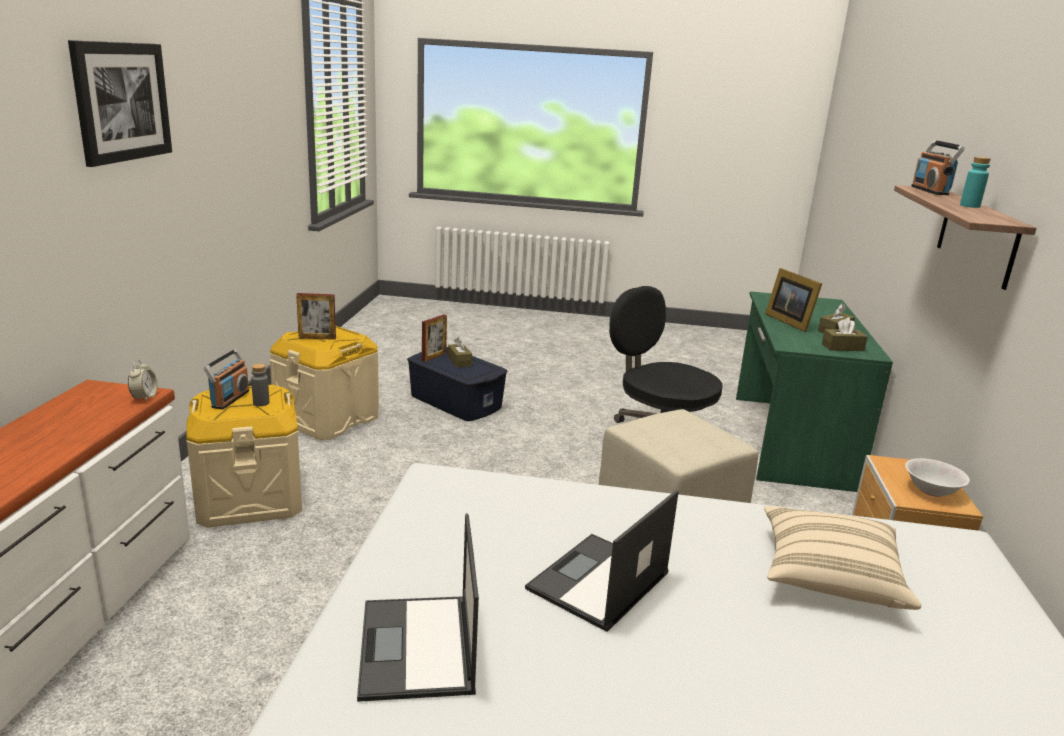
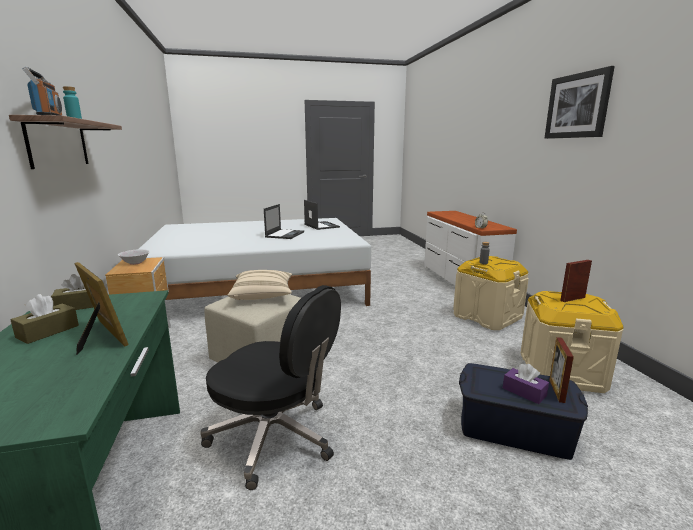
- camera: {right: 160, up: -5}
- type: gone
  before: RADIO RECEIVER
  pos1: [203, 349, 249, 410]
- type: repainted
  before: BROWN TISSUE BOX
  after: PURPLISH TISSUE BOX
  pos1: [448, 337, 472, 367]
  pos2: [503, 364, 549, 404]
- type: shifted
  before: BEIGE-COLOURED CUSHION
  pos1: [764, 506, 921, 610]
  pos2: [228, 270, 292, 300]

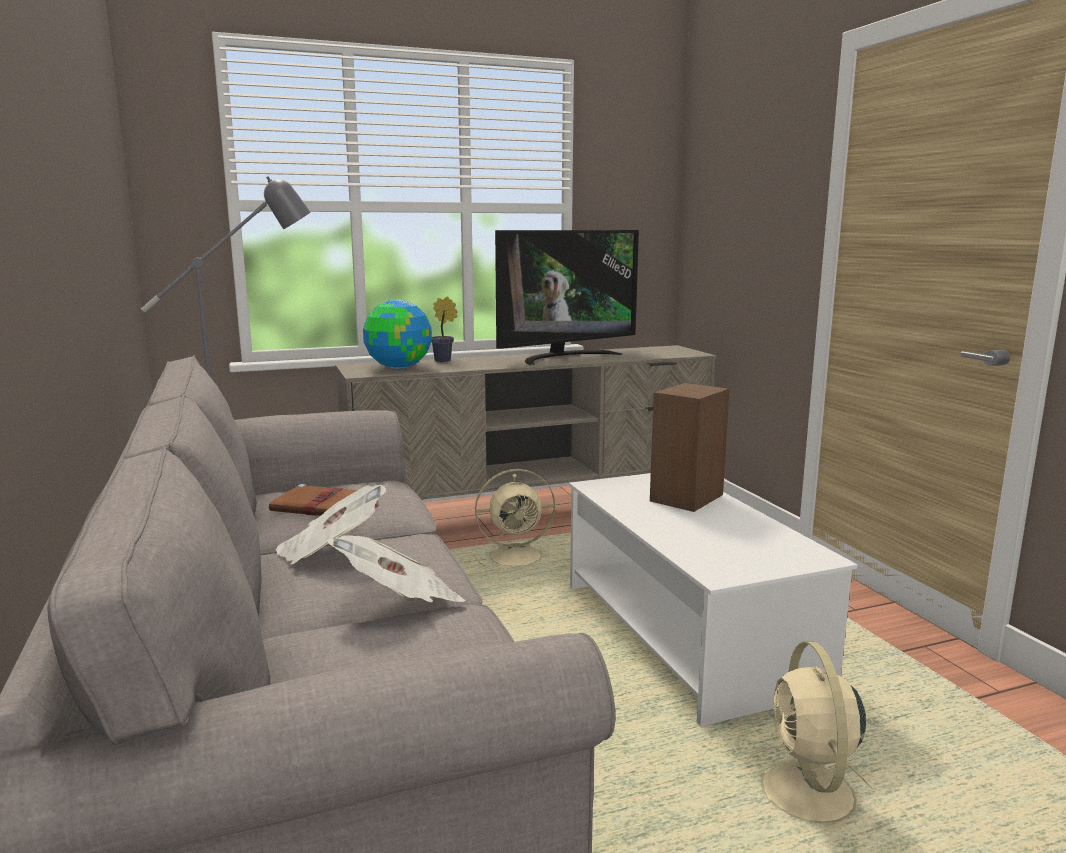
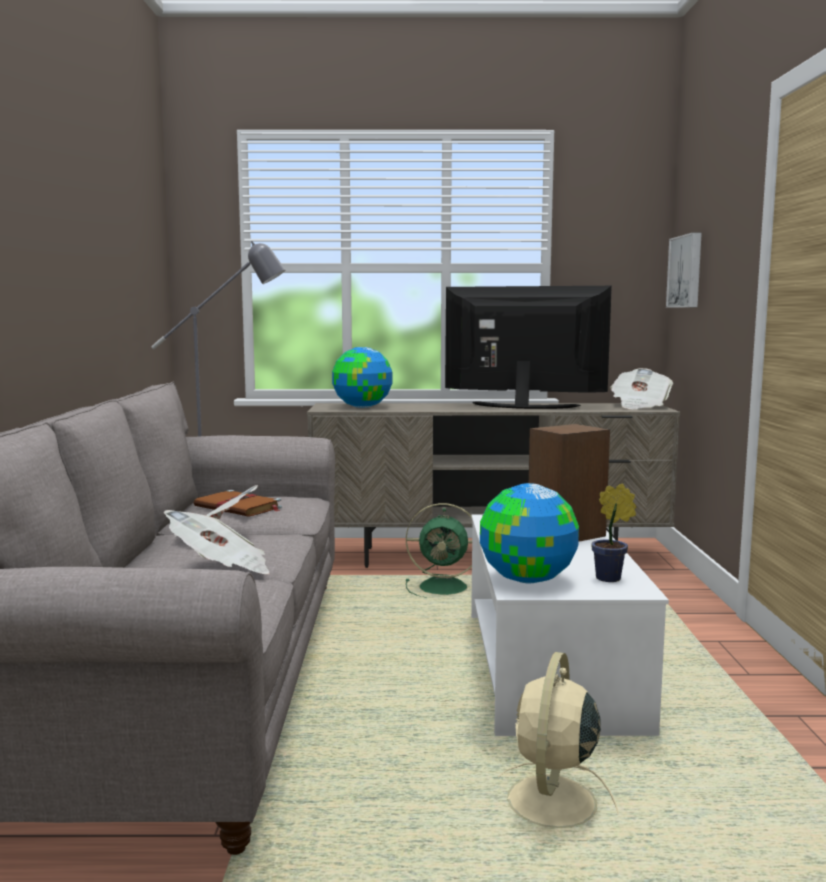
- camera: {right: 20, up: -5}
- type: shifted
  before: PLANT IN A POT
  pos1: [431, 296, 457, 362]
  pos2: [591, 484, 636, 582]
- type: repainted
  before: BEIGE-COLOURED ELECTRIC FAN
  after: GREEN ELECTRIC FAN
  pos1: [472, 469, 555, 571]
  pos2: [406, 503, 472, 598]
- type: rotated
  before: TELEVISION
  pos1: [495, 230, 639, 365]
  pos2: [445, 286, 612, 409]
  turn: -150
- type: new
  after: DESK GLOBE
  pos2: [480, 483, 579, 584]
- type: new
  after: NEWSPAPER
  pos2: [610, 368, 673, 409]
- type: new
  after: WALL ART
  pos2: [666, 233, 702, 308]

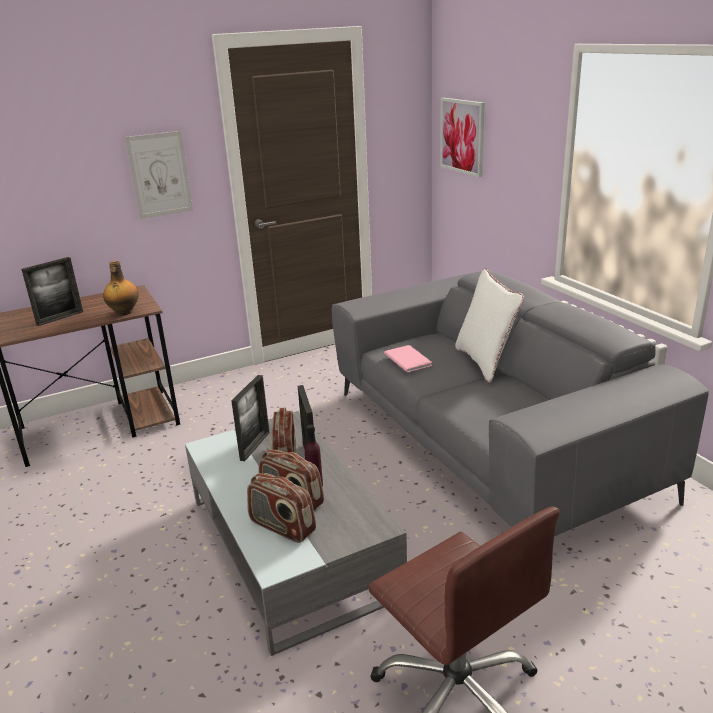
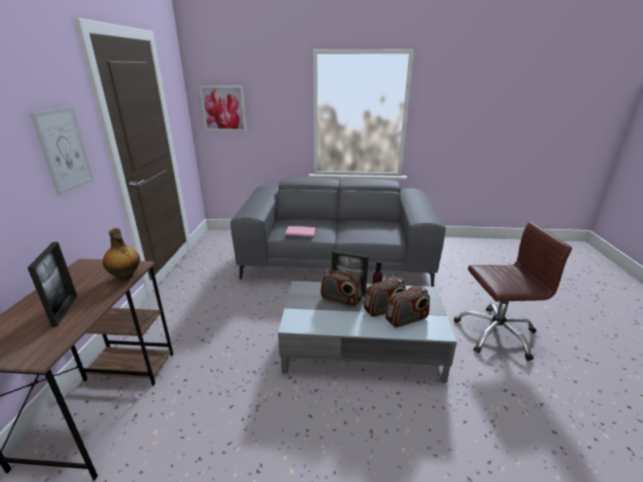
- camera: {right: -60, up: 0}
- type: gone
  before: STANDING FRAME
  pos1: [231, 375, 270, 461]
- type: gone
  before: WHITE CUSHION
  pos1: [455, 268, 524, 383]

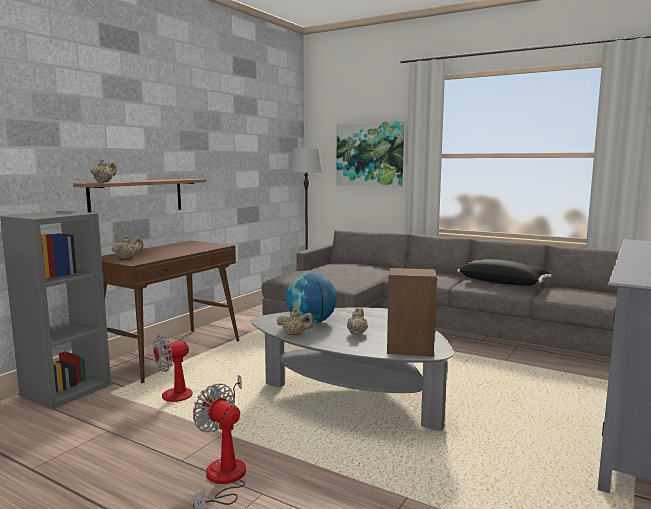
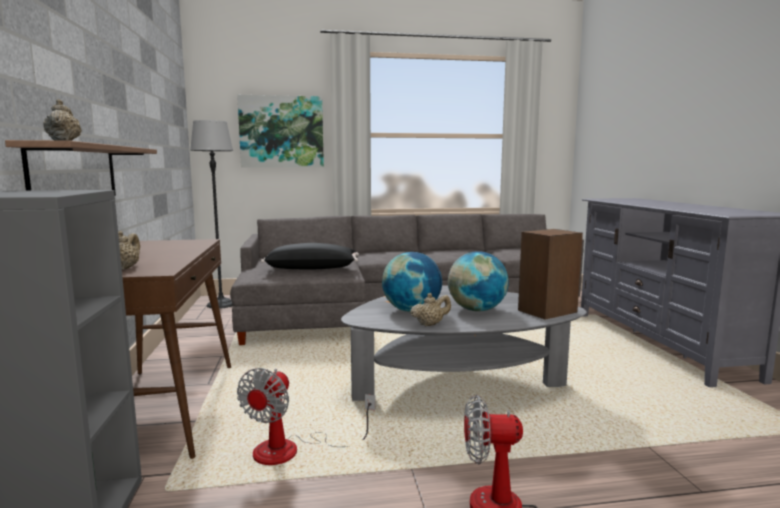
- camera: {right: -40, up: 0}
- type: swapped
  before: BEIGE-COLOURED TEAPOT
  after: DESK GLOBE
  pos1: [347, 307, 368, 336]
  pos2: [448, 251, 509, 312]
- type: shifted
  before: BLACKISH CUSHION
  pos1: [457, 259, 552, 286]
  pos2: [261, 243, 359, 270]

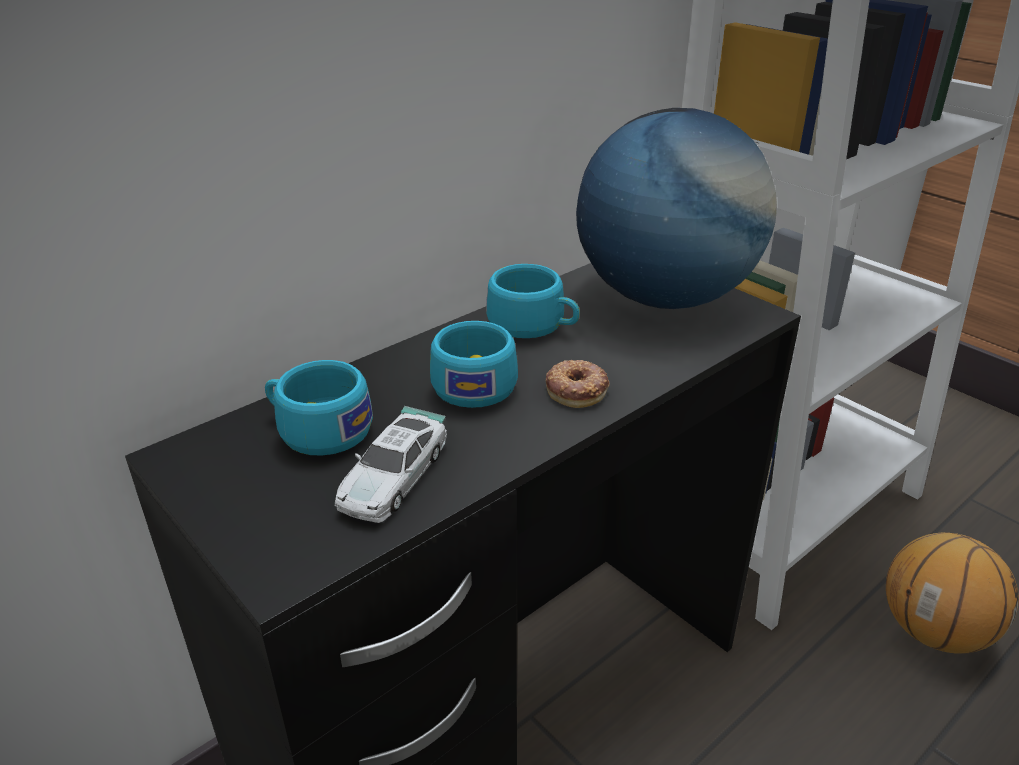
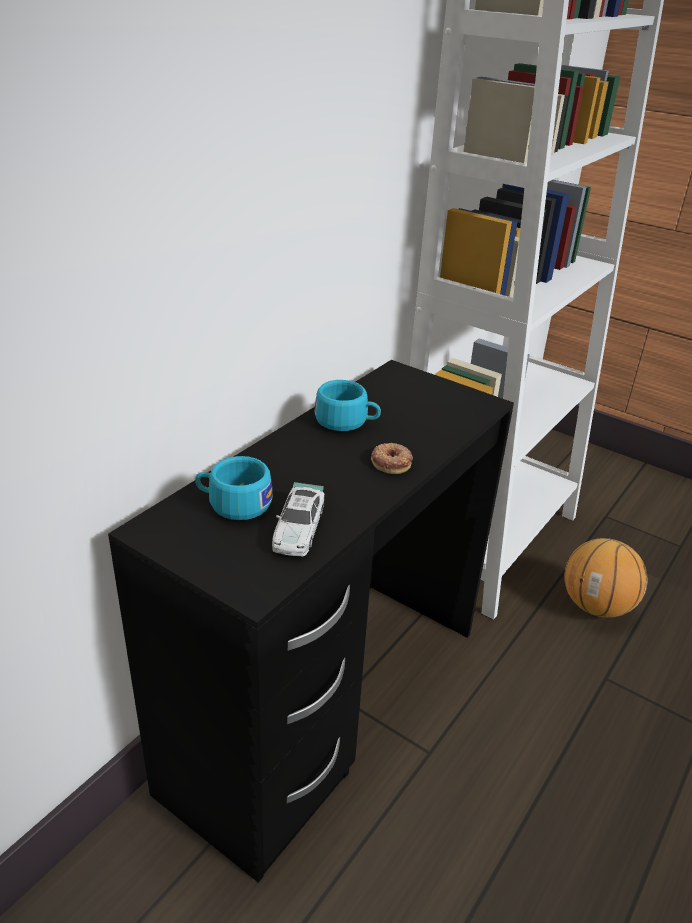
- camera: {right: -15, up: 0}
- type: gone
  before: TURQUOISE-COLOURED CUP
  pos1: [430, 321, 518, 408]
- type: gone
  before: DESK GLOBE
  pos1: [576, 108, 777, 309]

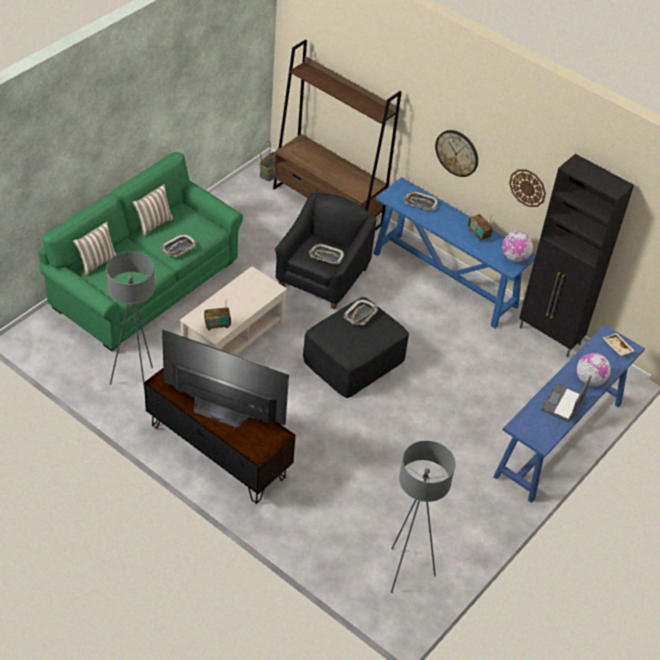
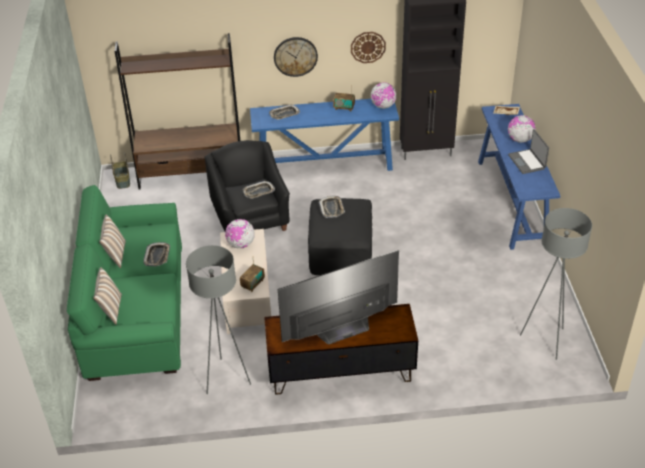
- camera: {right: -40, up: -5}
- type: new
  after: DESK GLOBE
  pos2: [225, 219, 255, 248]

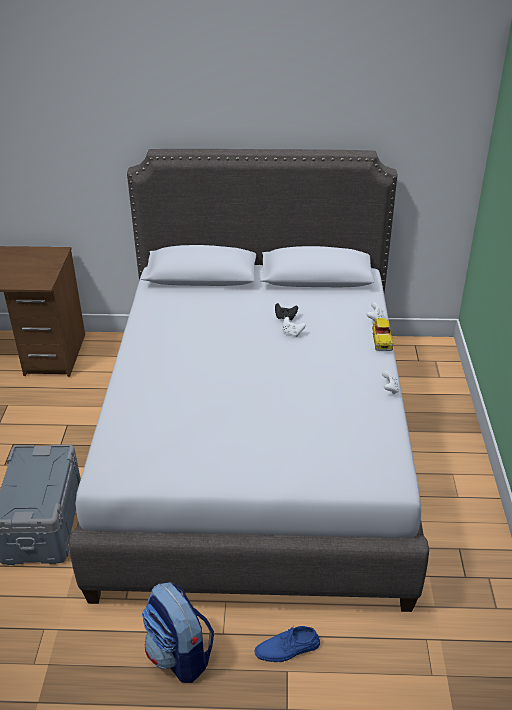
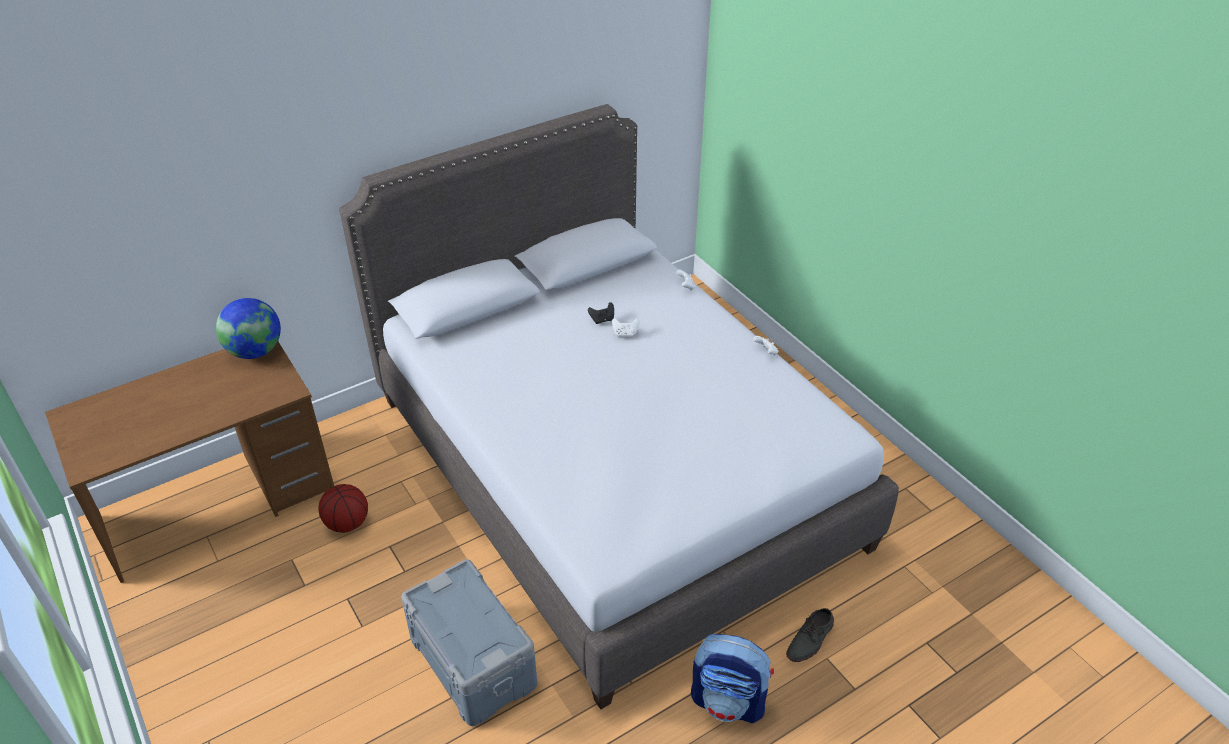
- camera: {right: -35, up: 5}
- type: repainted
  before: BLUE-COLOURED ITEM OF FOOTWEAR
  after: GREYISH ITEM OF FOOTWEAR
  pos1: [255, 626, 320, 662]
  pos2: [786, 608, 834, 662]
- type: gone
  before: TOY CAR
  pos1: [372, 318, 394, 351]
- type: new
  after: DESK GLOBE
  pos2: [216, 298, 281, 359]
- type: new
  after: BASKETBALL BALL
  pos2: [318, 484, 368, 533]

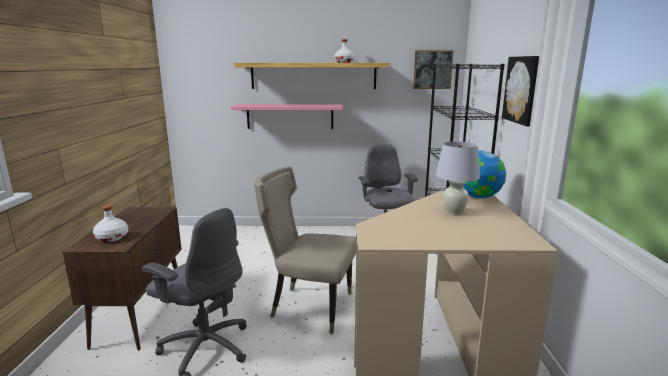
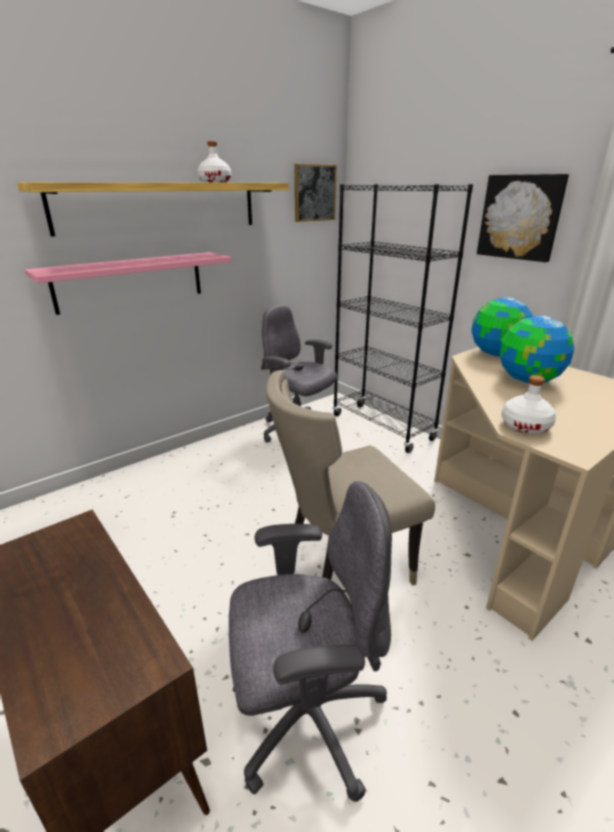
- camera: {right: -40, up: 10}
- type: shifted
  before: WHITE DRINK BOTTLE
  pos1: [93, 205, 128, 242]
  pos2: [501, 375, 556, 434]
- type: swapped
  before: WHITE TABLETOP LAMP
  after: DESK GLOBE
  pos1: [436, 141, 480, 215]
  pos2: [499, 316, 575, 383]

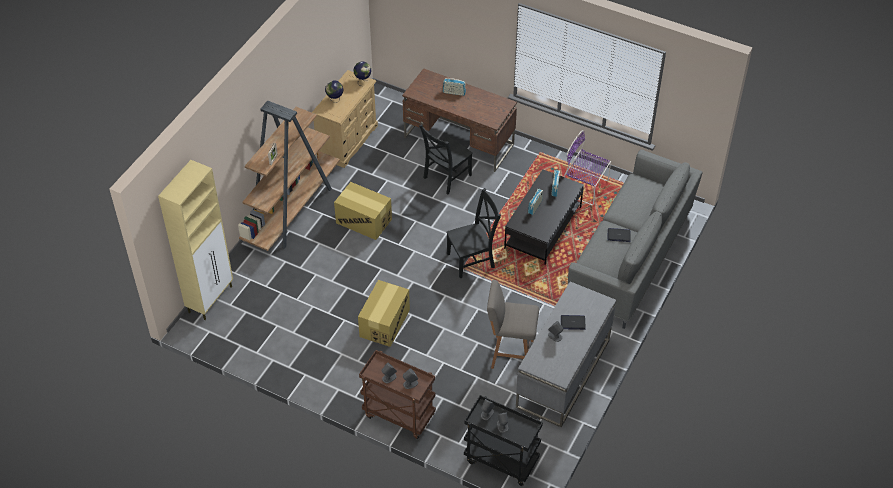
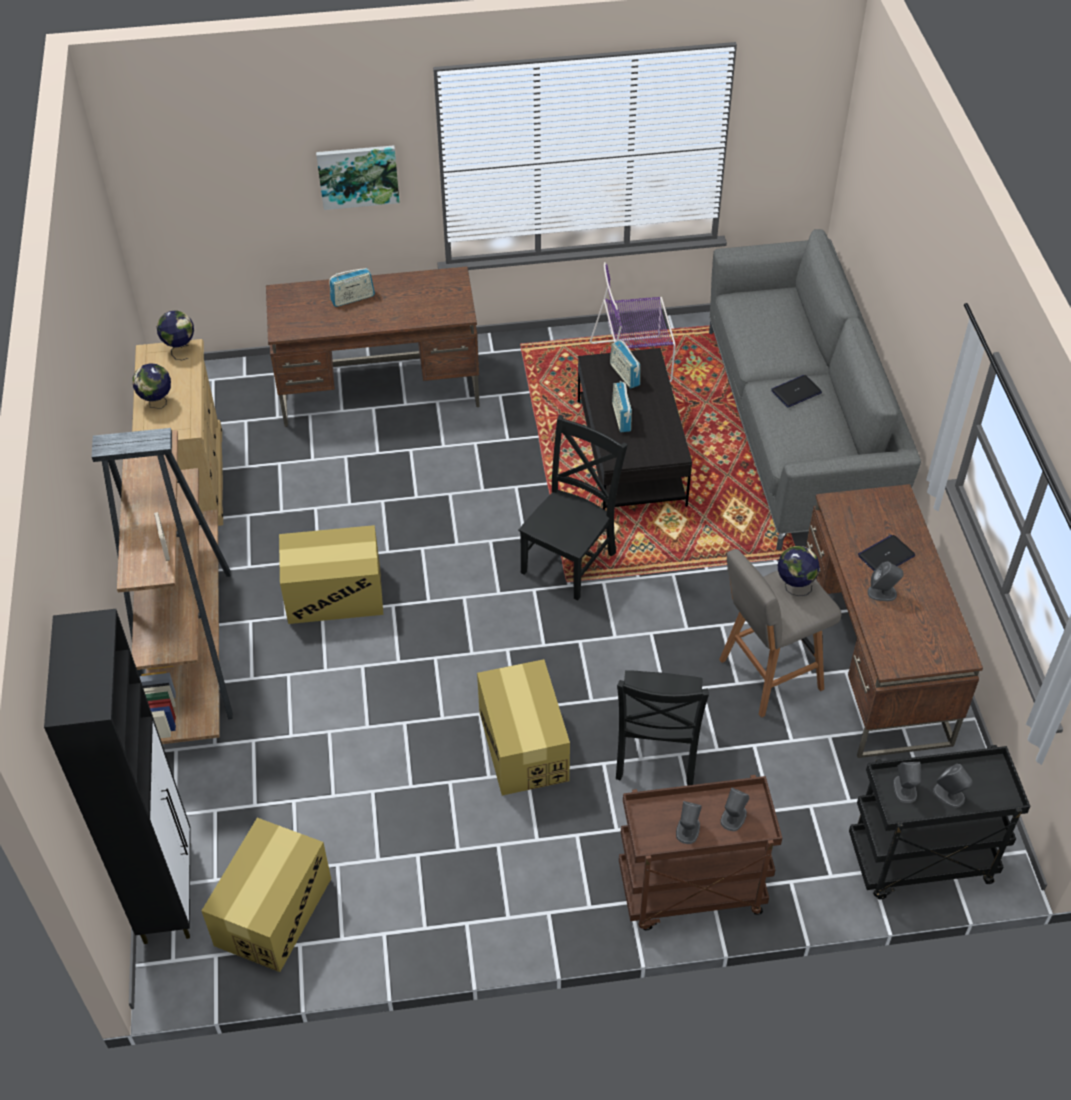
- camera: {right: -35, up: 0}
- type: repainted
  before: BEIGE-COLOURED CABINET
  after: BLACKISH CABINET
  pos1: [158, 160, 233, 320]
  pos2: [44, 609, 191, 944]
- type: shifted
  before: BLACKISH PLAIN CHAIR
  pos1: [419, 124, 473, 194]
  pos2: [616, 670, 709, 786]
- type: repainted
  before: GREYISH DESK UNIT
  after: BROWN DESK UNIT
  pos1: [516, 282, 616, 428]
  pos2: [806, 484, 983, 758]
- type: new
  after: PACKING BOX
  pos2: [201, 818, 331, 972]
- type: new
  after: WALL ART
  pos2: [316, 145, 400, 210]
- type: new
  after: DESK GLOBE
  pos2: [778, 546, 820, 596]

